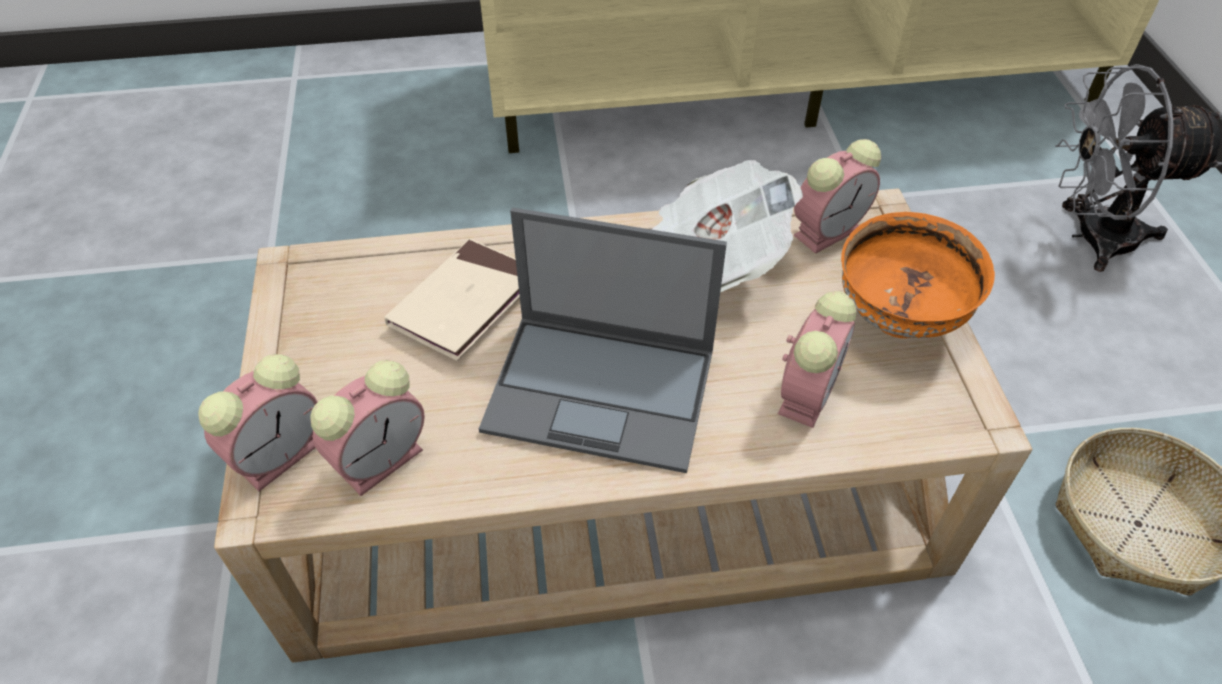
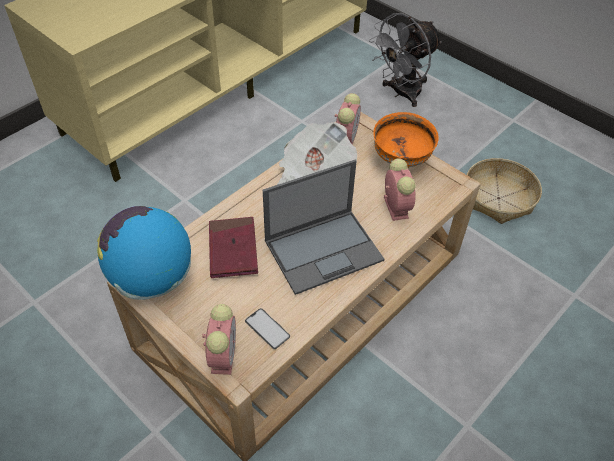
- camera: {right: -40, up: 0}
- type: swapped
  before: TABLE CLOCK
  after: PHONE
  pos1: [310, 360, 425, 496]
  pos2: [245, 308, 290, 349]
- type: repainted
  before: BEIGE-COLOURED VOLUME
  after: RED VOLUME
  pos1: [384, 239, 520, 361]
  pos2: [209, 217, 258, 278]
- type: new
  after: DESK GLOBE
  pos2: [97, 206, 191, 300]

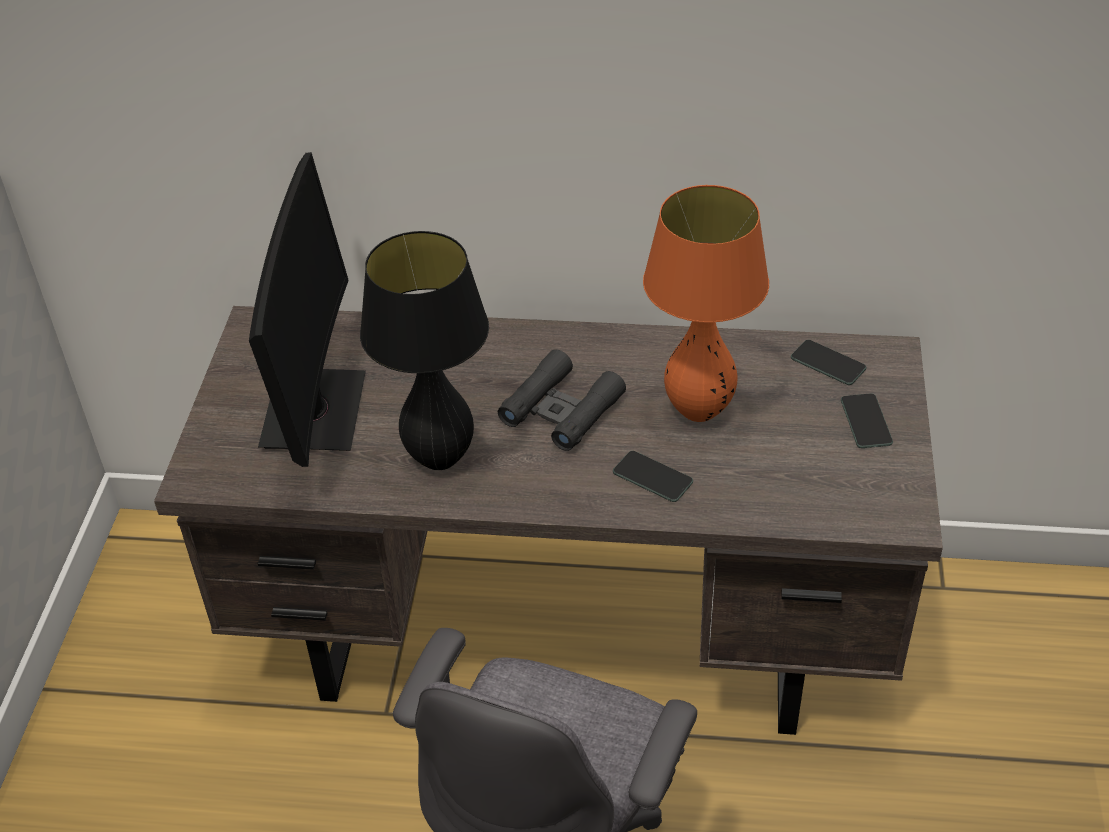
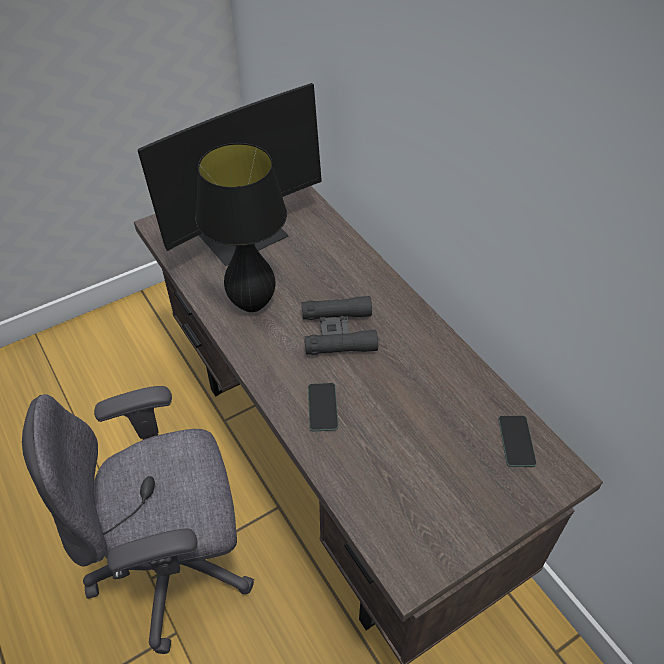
- camera: {right: 50, up: 5}
- type: gone
  before: ORANGE-COLOURED TABLETOP LAMP
  pos1: [643, 185, 769, 422]
- type: gone
  before: PHONE
  pos1: [841, 393, 893, 448]

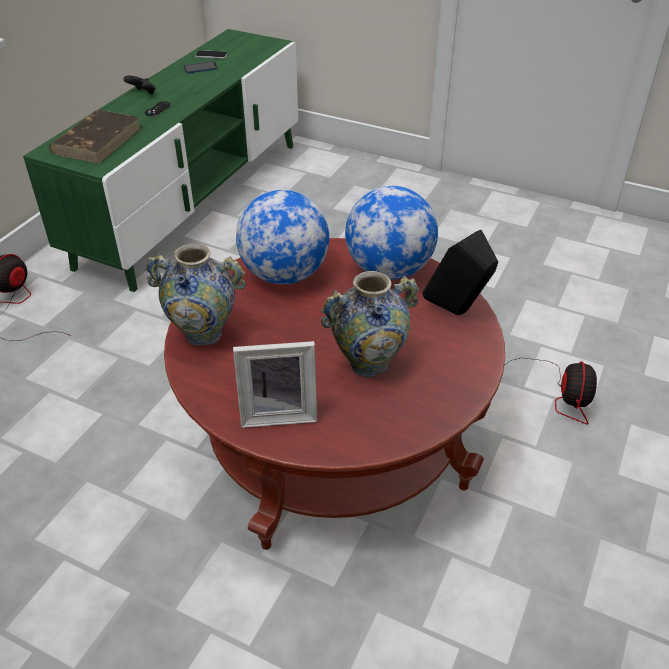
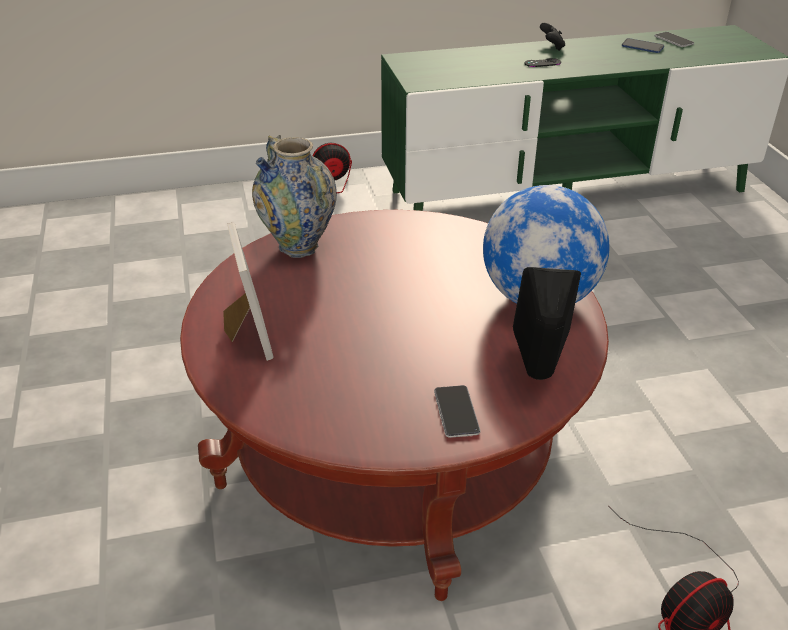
- camera: {right: 50, up: -5}
- type: gone
  before: BROWN VOLUME
  pos1: [49, 110, 141, 164]
- type: rotated
  before: STANDING FRAME
  pos1: [233, 341, 317, 428]
  pos2: [223, 223, 274, 361]
  turn: -150
- type: gone
  before: DESK GLOBE
  pos1: [236, 190, 329, 284]
- type: gone
  before: FLOWER VASE
  pos1: [321, 271, 419, 377]
- type: new
  after: PHONE
  pos2: [434, 385, 480, 438]

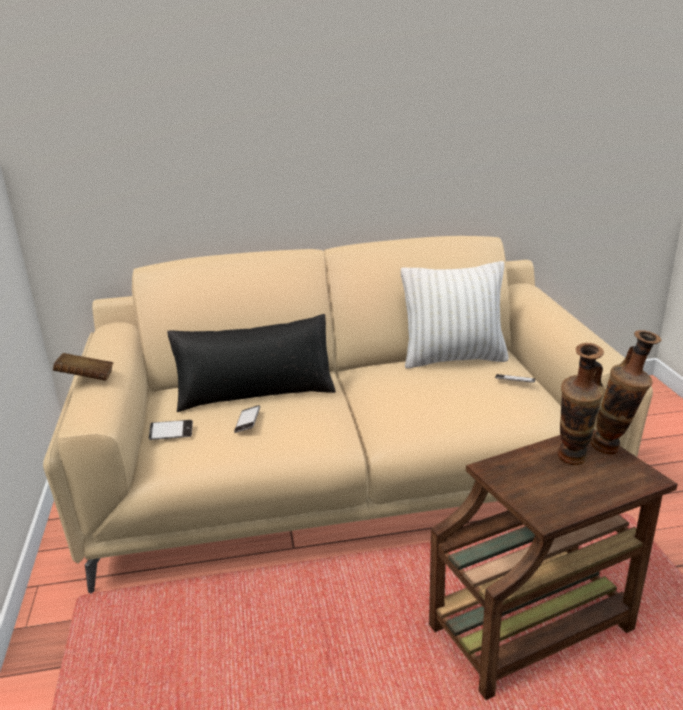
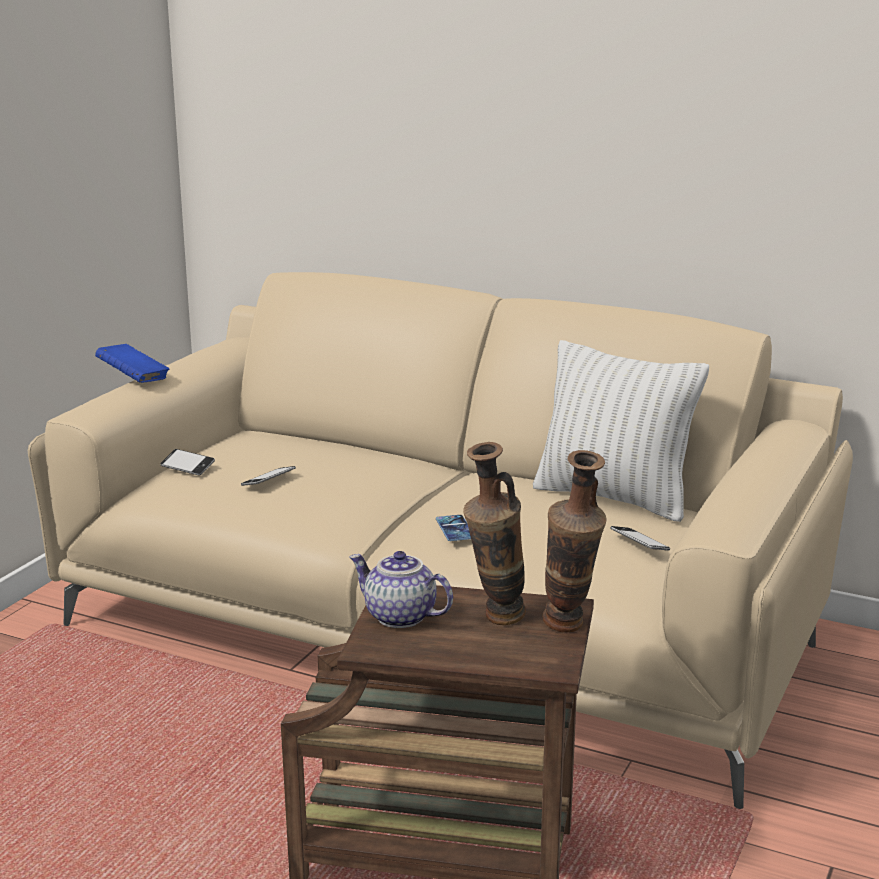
- camera: {right: 35, up: -5}
- type: repainted
  before: BROWN VOLUME
  after: BLUE-COLOURED VOLUME
  pos1: [53, 353, 113, 380]
  pos2: [95, 344, 169, 383]
- type: gone
  before: BLACKISH CUSHION
  pos1: [167, 314, 336, 412]
- type: new
  after: TEAPOT
  pos2: [349, 551, 453, 628]
- type: new
  after: PHONE
  pos2: [436, 515, 471, 541]

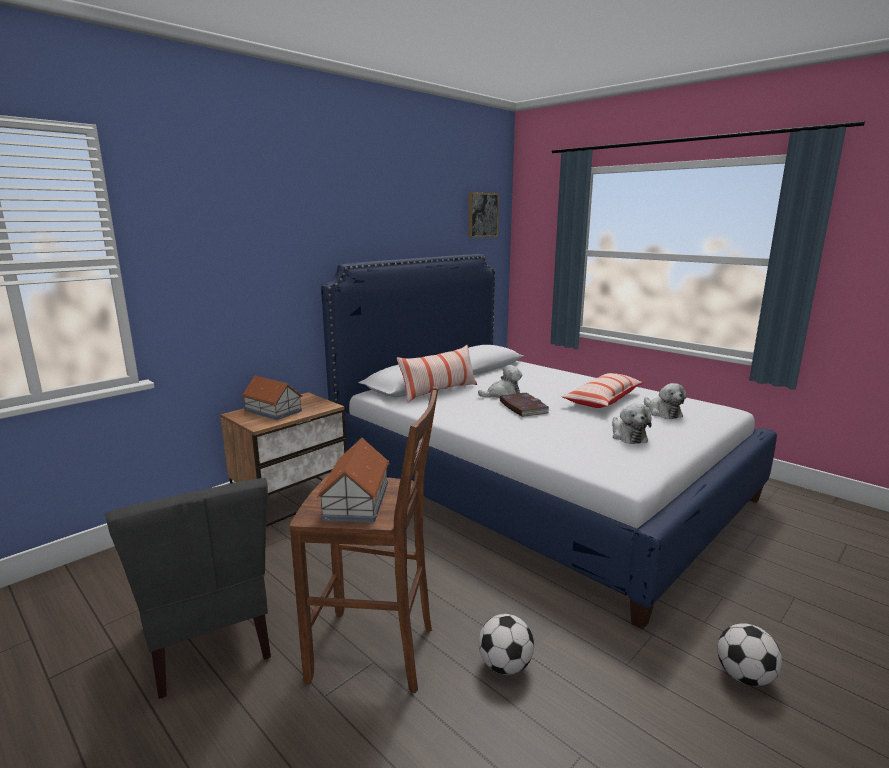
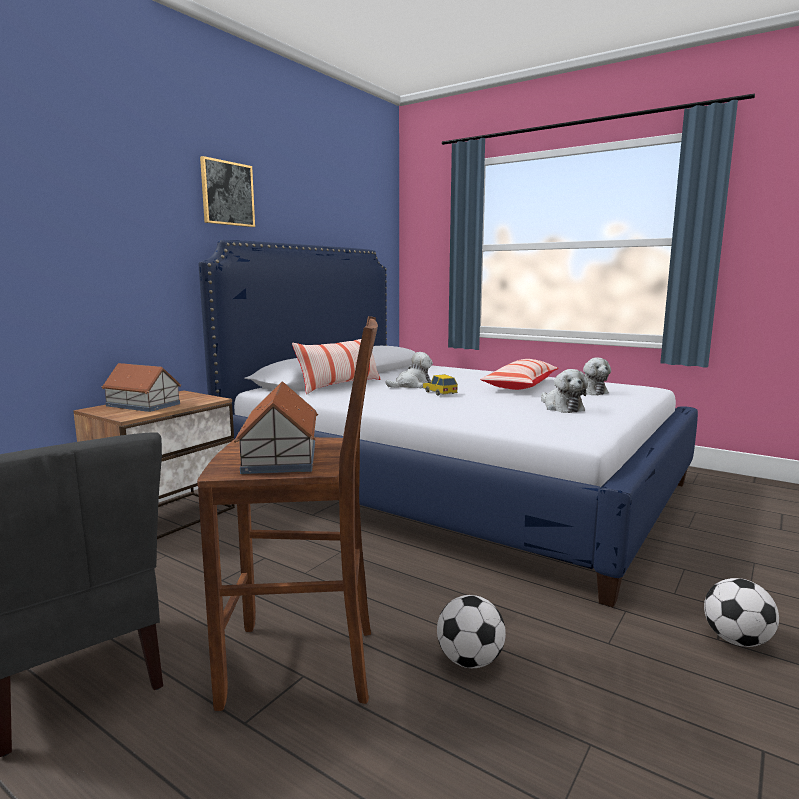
- camera: {right: -10, up: -5}
- type: shifted
  before: WALL ART
  pos1: [469, 192, 499, 238]
  pos2: [200, 156, 255, 227]
- type: swapped
  before: VOLUME
  after: TOY CAR
  pos1: [500, 393, 550, 417]
  pos2: [422, 374, 458, 396]

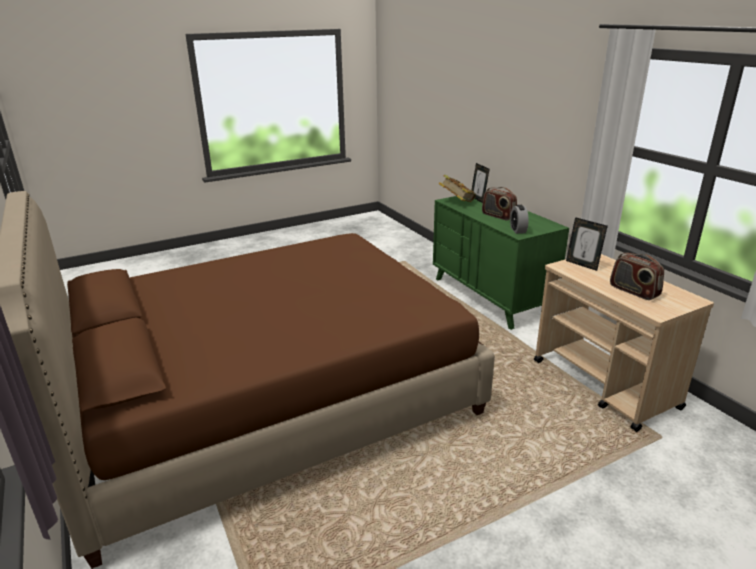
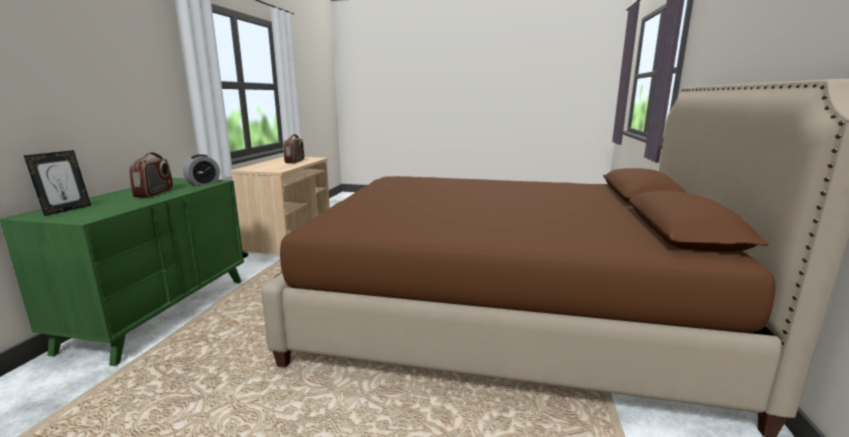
- camera: {right: -140, up: -10}
- type: gone
  before: VOLUME
  pos1: [439, 174, 476, 202]
- type: gone
  before: STANDING FRAME
  pos1: [566, 217, 608, 271]

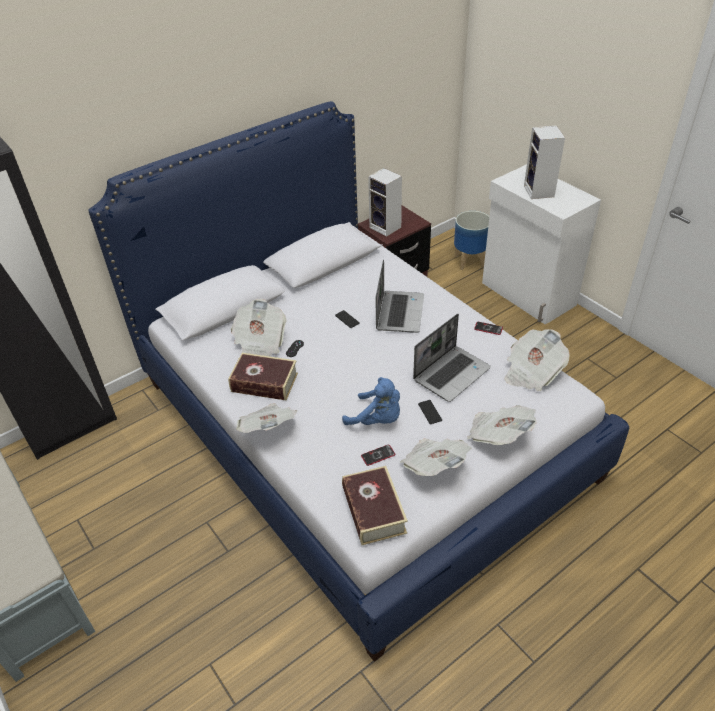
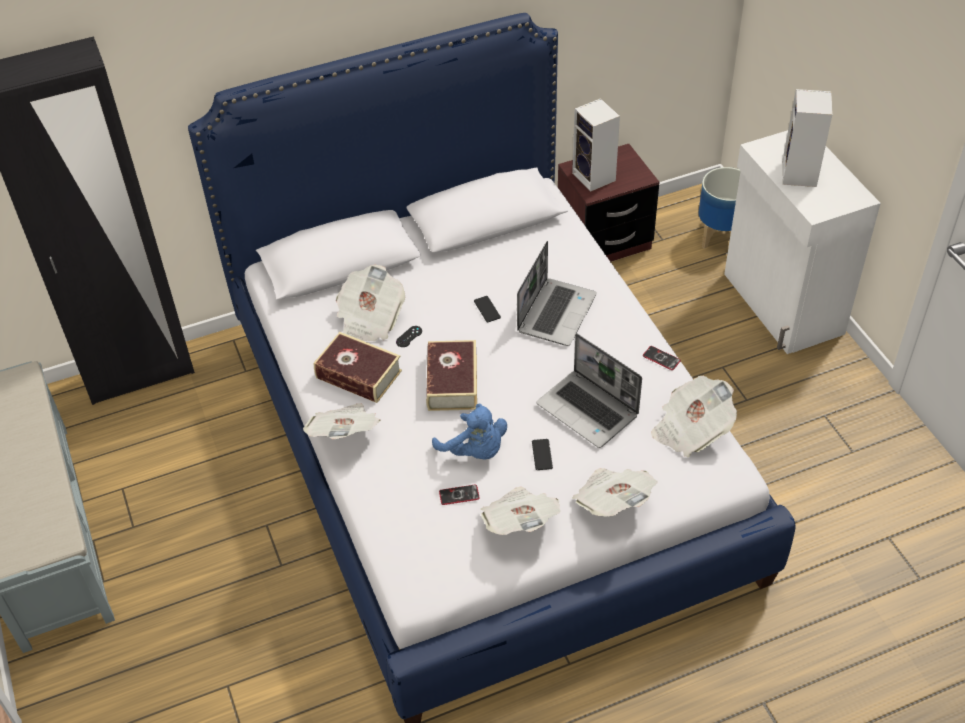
- camera: {right: 15, up: 5}
- type: shifted
  before: VOLUME
  pos1: [342, 466, 408, 545]
  pos2: [426, 340, 477, 411]
- type: rotated
  before: PORTABLE COMPUTER
  pos1: [413, 314, 491, 402]
  pos2: [536, 333, 642, 448]
  turn: 75

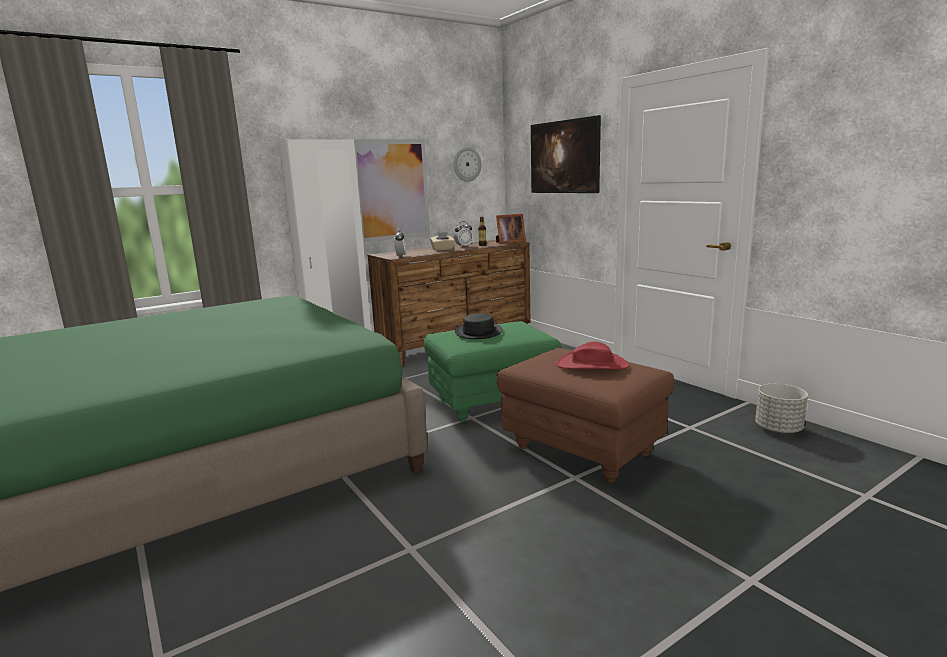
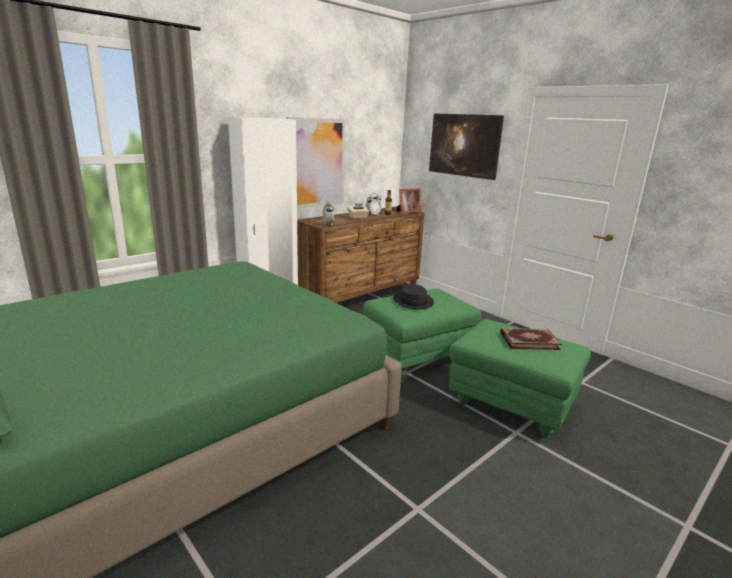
- camera: {right: -10, up: 5}
- type: gone
  before: WALL CLOCK
  pos1: [454, 147, 481, 182]
- type: repainted
  before: BROWN FOOTREST
  after: GREEN FOOTREST
  pos1: [496, 348, 674, 483]
  pos2: [449, 319, 591, 437]
- type: swapped
  before: RED CLOTHING HAT
  after: VOLUME
  pos1: [556, 341, 629, 369]
  pos2: [500, 328, 562, 350]
- type: gone
  before: GREYISH PLANT POT
  pos1: [755, 384, 808, 434]

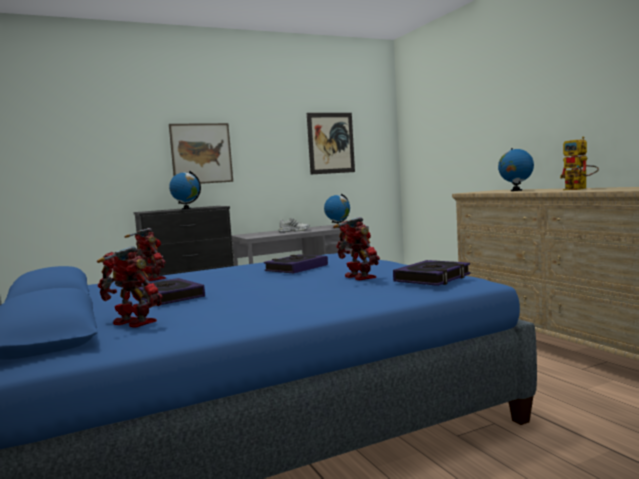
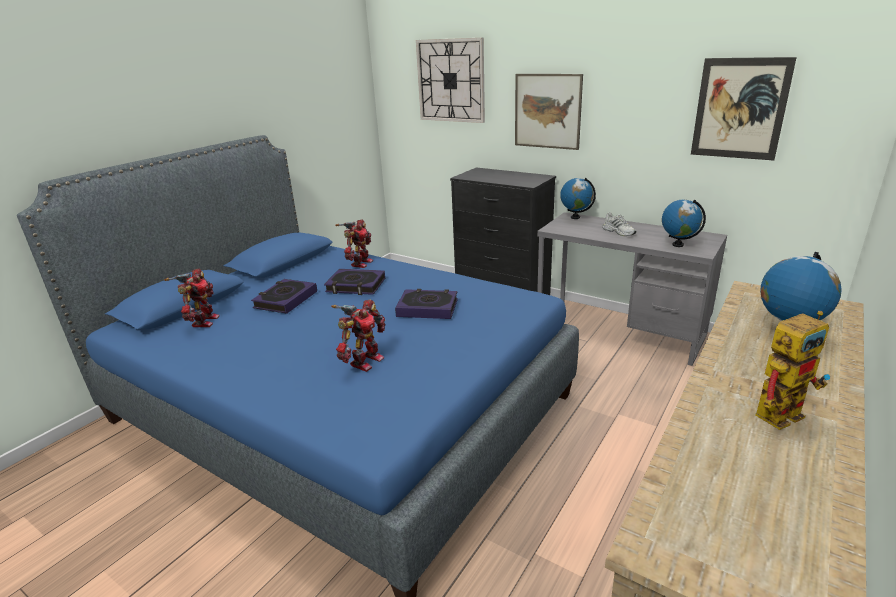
- camera: {right: 60, up: 20}
- type: shifted
  before: DESK GLOBE
  pos1: [169, 171, 201, 209]
  pos2: [560, 178, 596, 219]
- type: shifted
  before: VOLUME
  pos1: [393, 260, 471, 286]
  pos2: [324, 269, 385, 295]
- type: rotated
  before: ROBOT FIGURE
  pos1: [560, 136, 599, 190]
  pos2: [755, 311, 831, 430]
  turn: -150
- type: new
  after: WALL CLOCK
  pos2: [416, 37, 485, 123]

